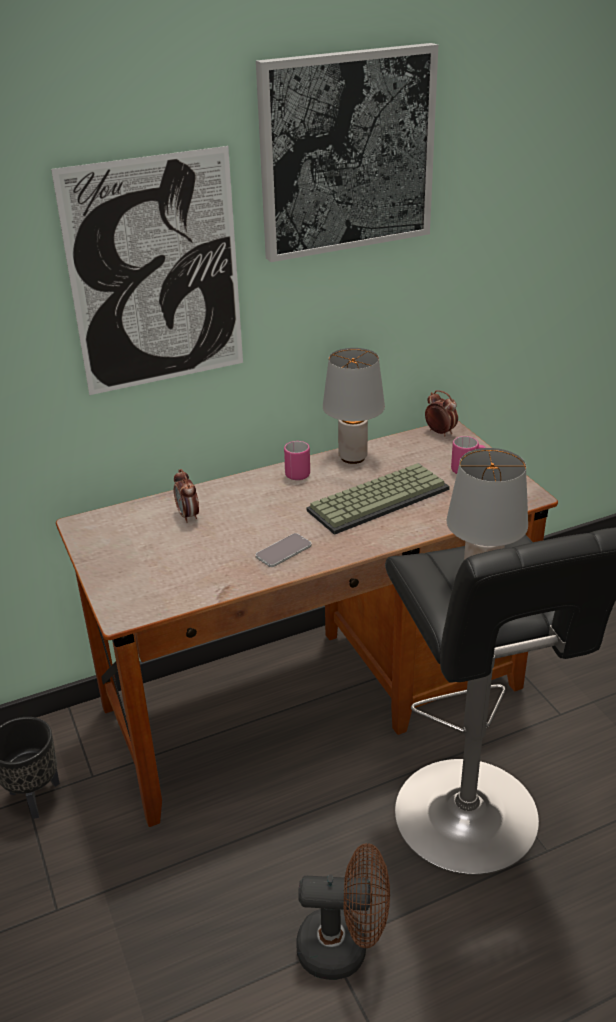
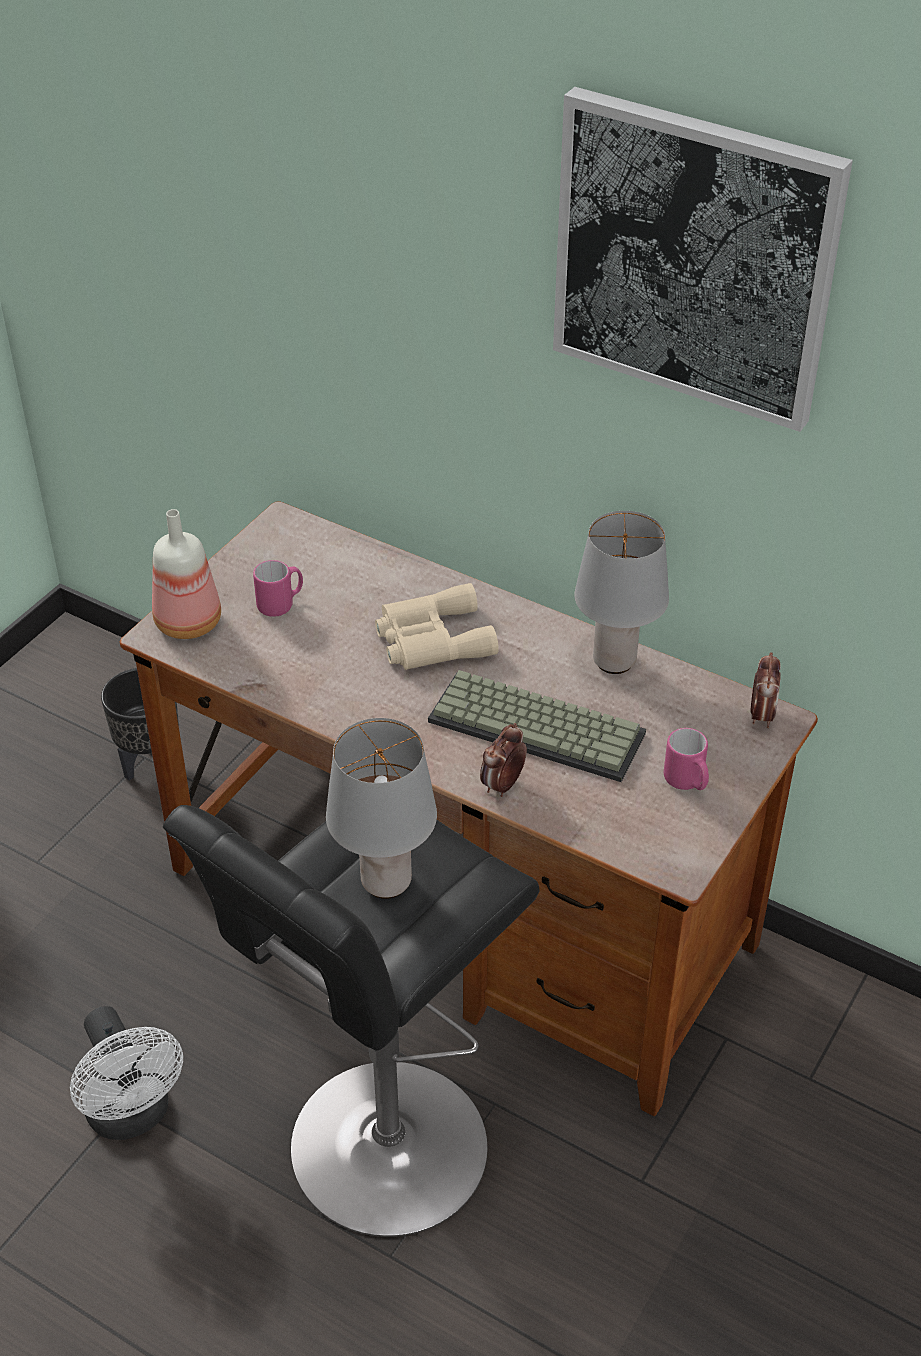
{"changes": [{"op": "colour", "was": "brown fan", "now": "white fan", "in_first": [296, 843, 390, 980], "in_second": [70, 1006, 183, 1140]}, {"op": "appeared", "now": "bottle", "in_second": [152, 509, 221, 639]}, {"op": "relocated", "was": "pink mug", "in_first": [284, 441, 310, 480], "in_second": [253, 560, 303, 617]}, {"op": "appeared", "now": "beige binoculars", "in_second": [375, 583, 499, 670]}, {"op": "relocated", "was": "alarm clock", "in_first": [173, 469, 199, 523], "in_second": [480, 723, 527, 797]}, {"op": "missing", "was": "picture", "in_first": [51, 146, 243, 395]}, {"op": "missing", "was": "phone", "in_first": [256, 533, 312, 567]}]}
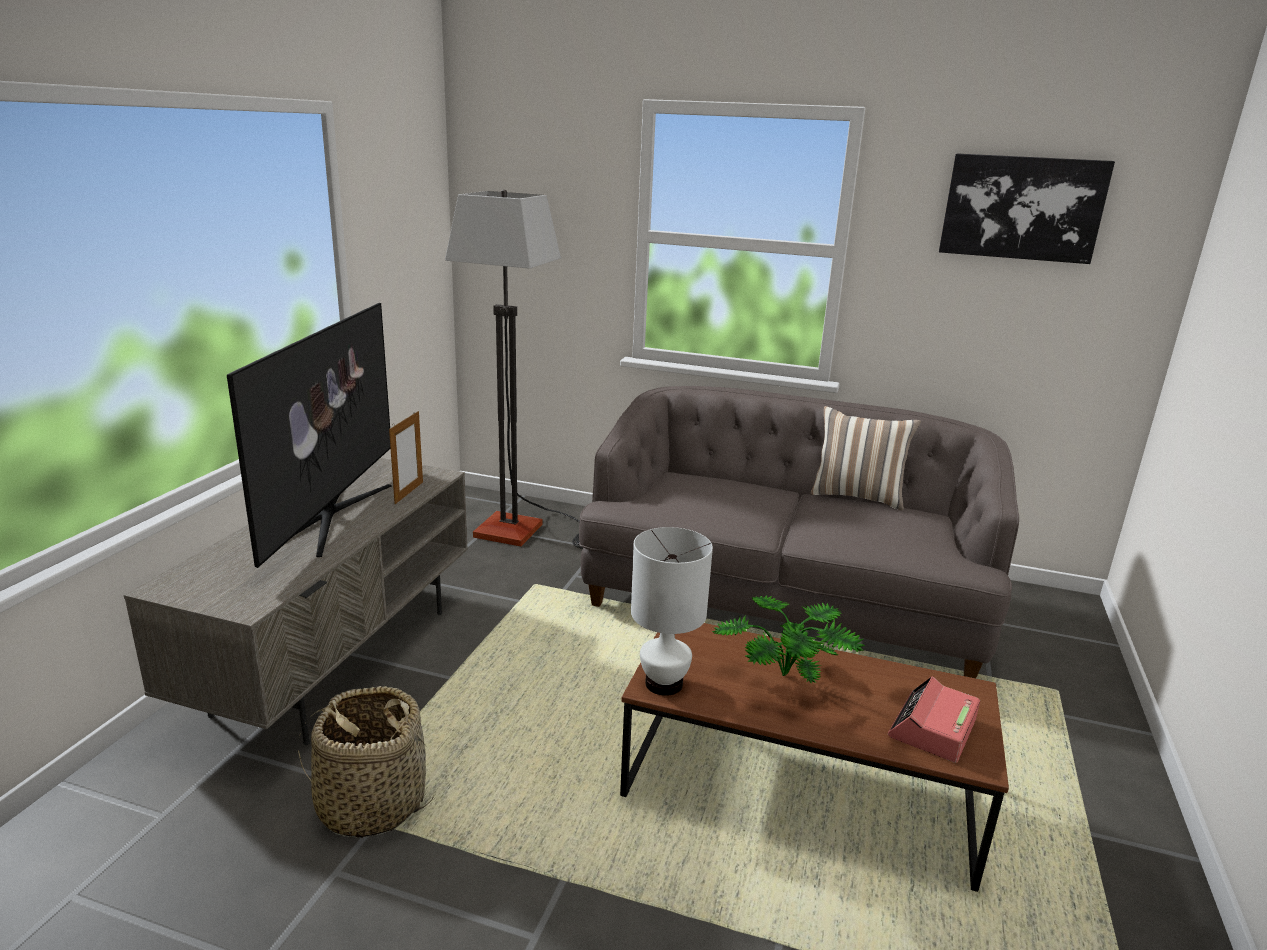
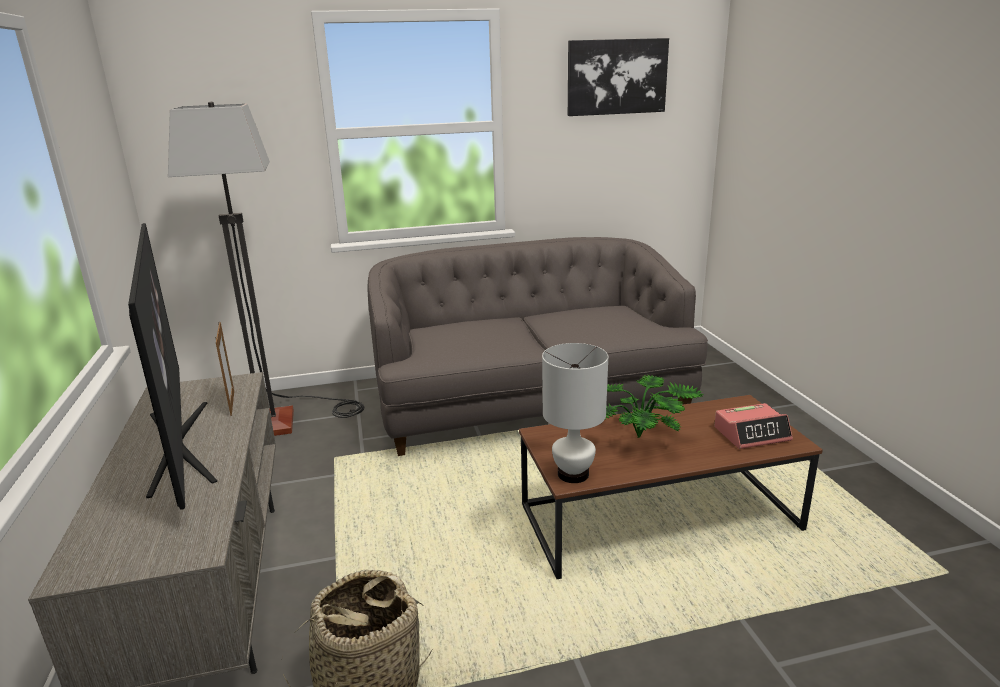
{"changes": [{"op": "spun", "was": "alarm clock", "in_first": [888, 676, 980, 763], "in_second": [714, 403, 793, 449], "clockwise": -105}, {"op": "missing", "was": "pillow", "in_first": [810, 406, 921, 510]}]}
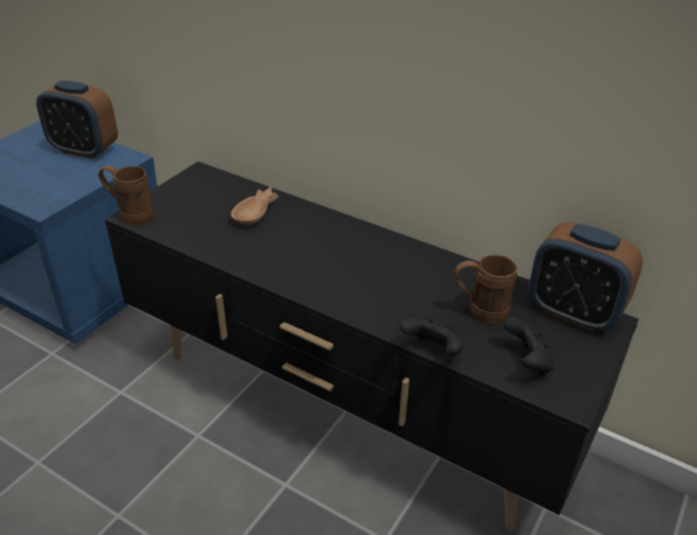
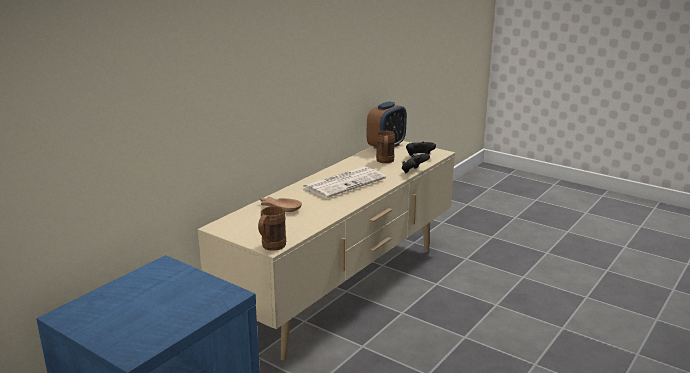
{"changes": [{"op": "colour", "was": "black tv stand", "now": "beige tv stand", "in_first": [105, 161, 639, 531], "in_second": [198, 141, 455, 361]}, {"op": "appeared", "now": "newspaper", "in_second": [302, 167, 386, 198]}, {"op": "missing", "was": "alarm clock", "in_first": [36, 80, 118, 159]}]}
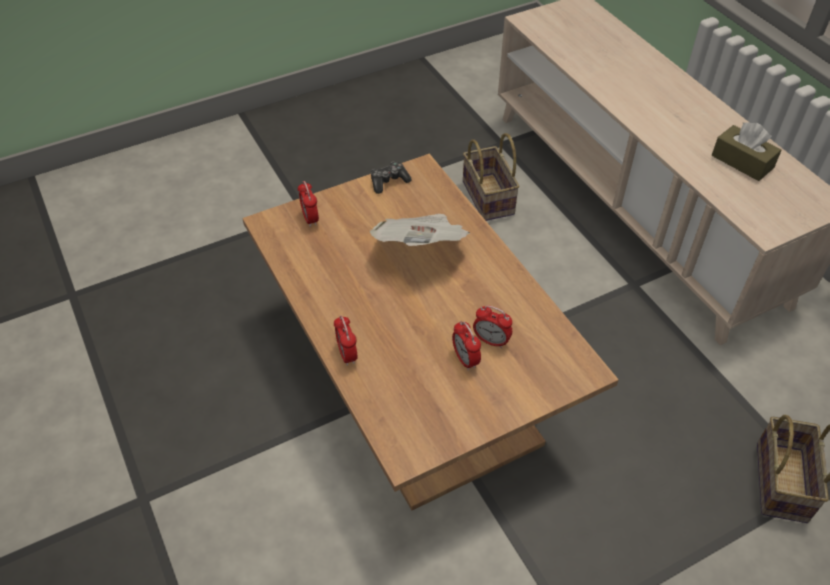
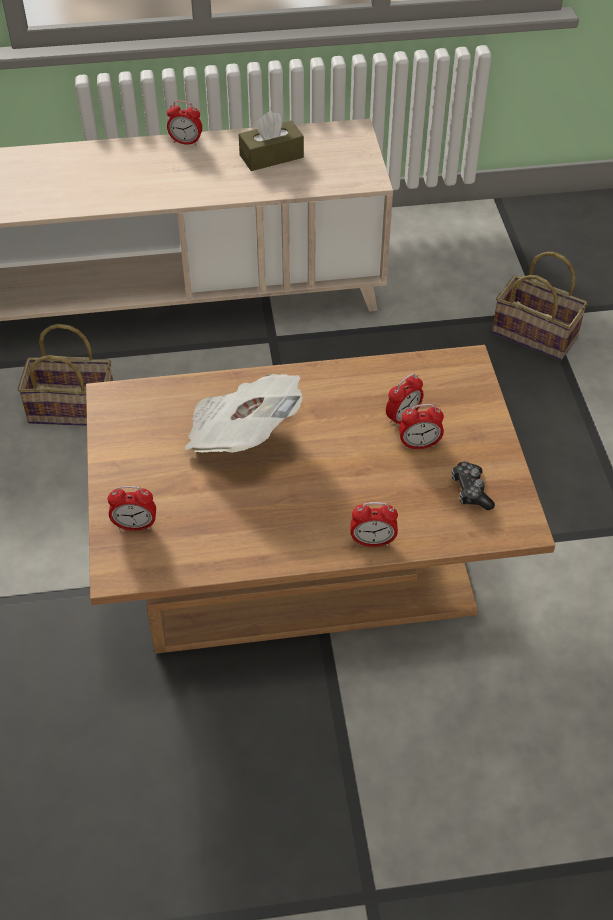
{"changes": [{"op": "appeared", "now": "alarm clock", "in_second": [167, 100, 202, 145]}, {"op": "relocated", "was": "game controller", "in_first": [371, 162, 411, 194], "in_second": [452, 462, 495, 510]}]}
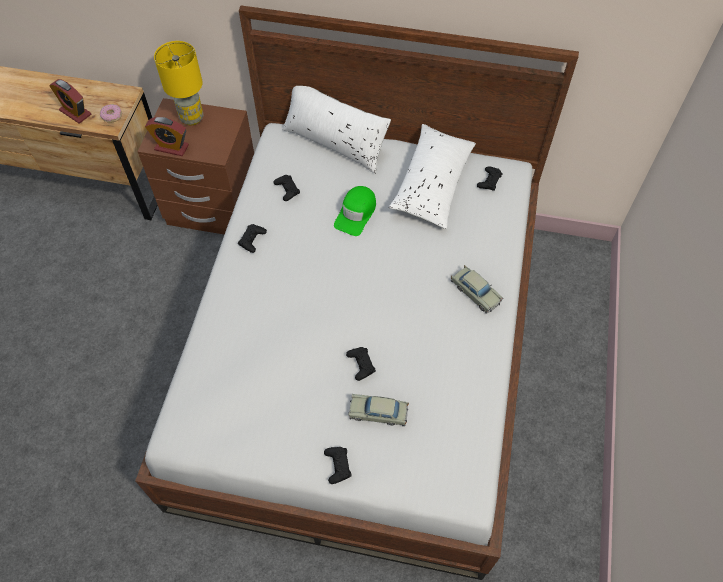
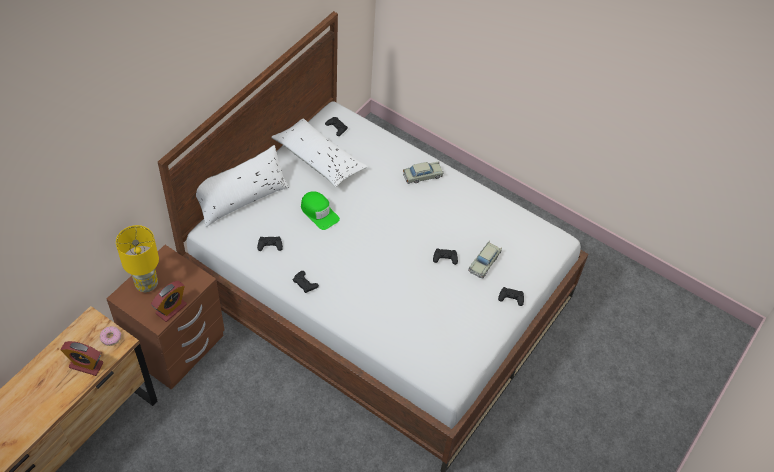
{"changes": [{"op": "spun", "was": "alarm clock", "in_first": [49, 79, 91, 124], "in_second": [61, 341, 103, 376], "clockwise": 45}]}
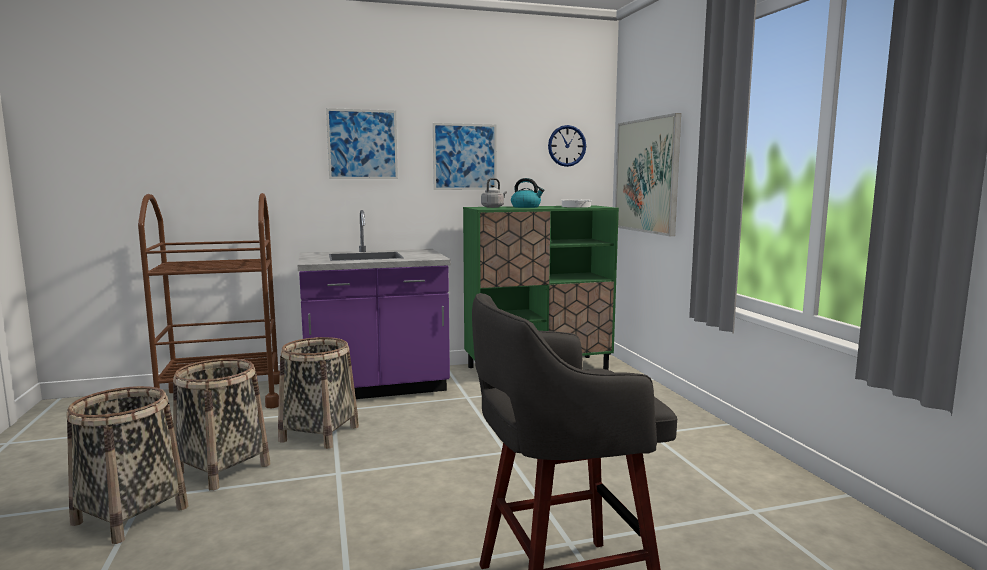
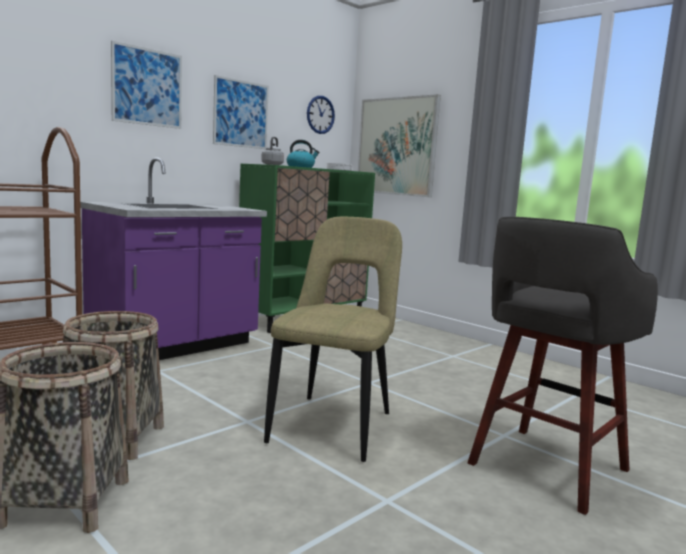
{"changes": [{"op": "appeared", "now": "beige chair", "in_second": [264, 217, 402, 462]}, {"op": "missing", "was": "basket", "in_first": [278, 337, 359, 449]}]}
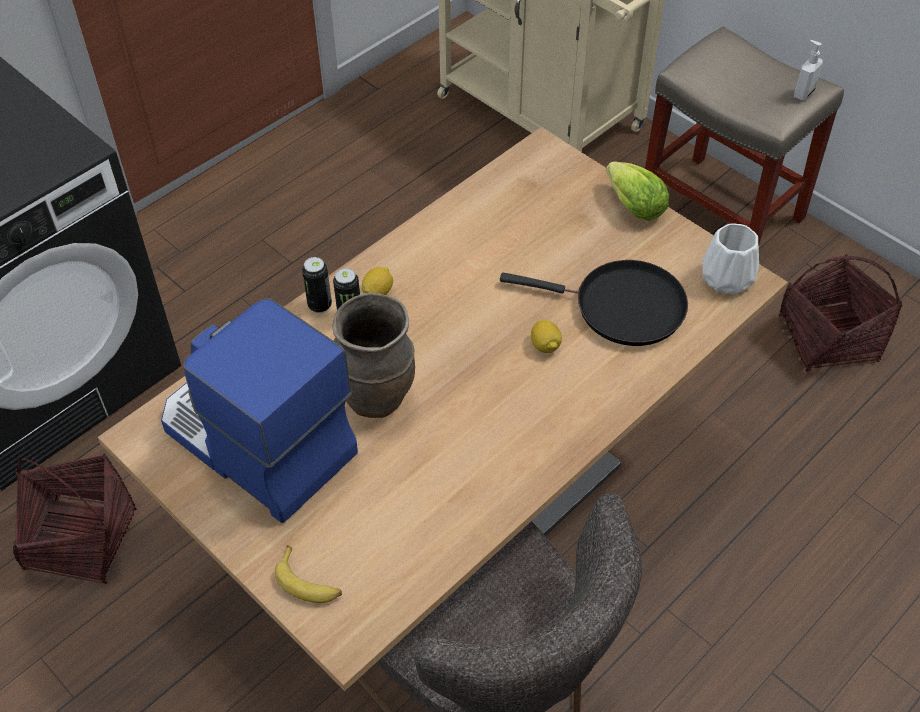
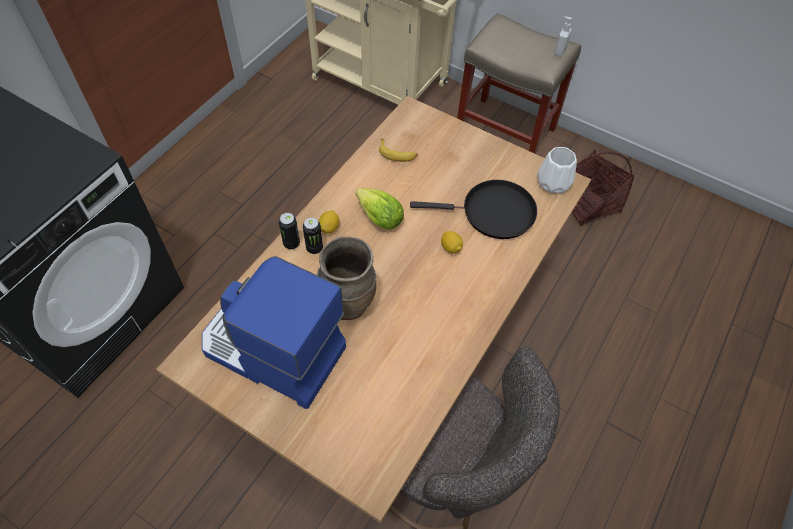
{"changes": [{"op": "relocated", "was": "lettuce", "in_first": [606, 161, 669, 221], "in_second": [355, 188, 404, 229]}, {"op": "relocated", "was": "banana", "in_first": [275, 545, 342, 603], "in_second": [379, 139, 418, 162]}, {"op": "missing", "was": "basket", "in_first": [13, 454, 137, 584]}]}
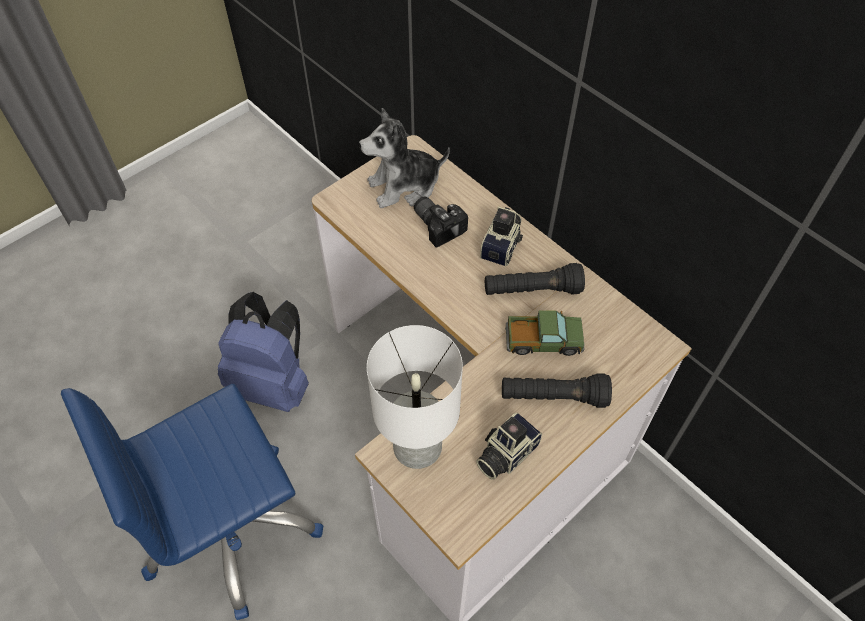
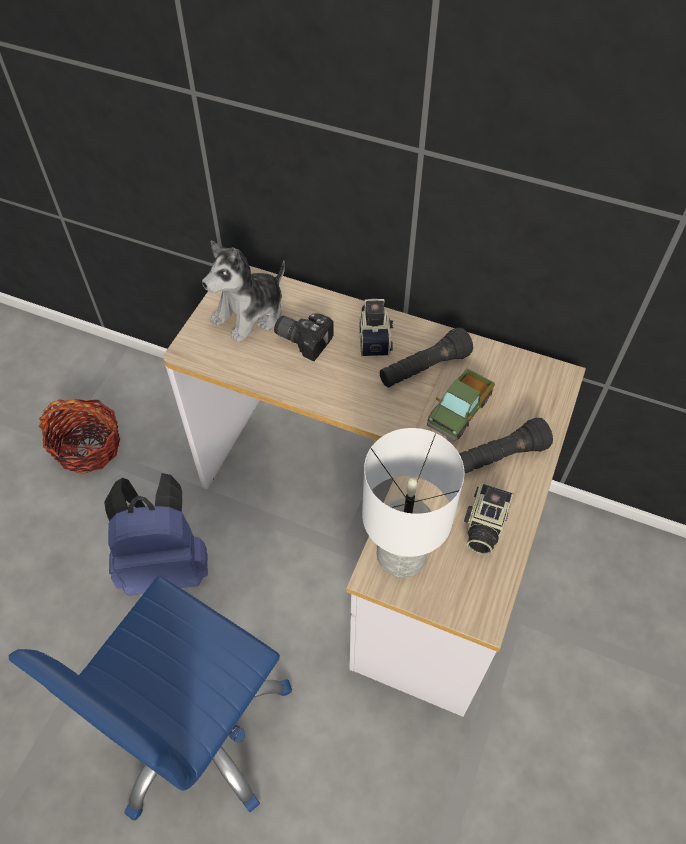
{"changes": [{"op": "appeared", "now": "basket", "in_second": [39, 399, 120, 474]}, {"op": "spun", "was": "toy truck", "in_first": [505, 310, 585, 356], "in_second": [427, 368, 495, 441], "clockwise": 150}]}
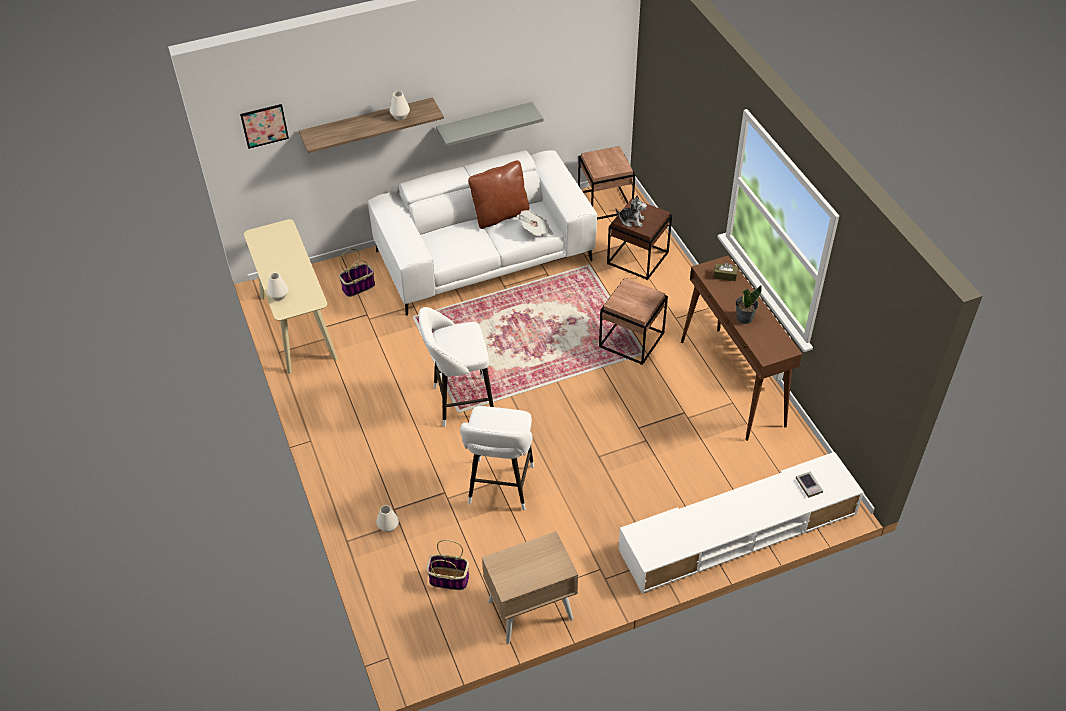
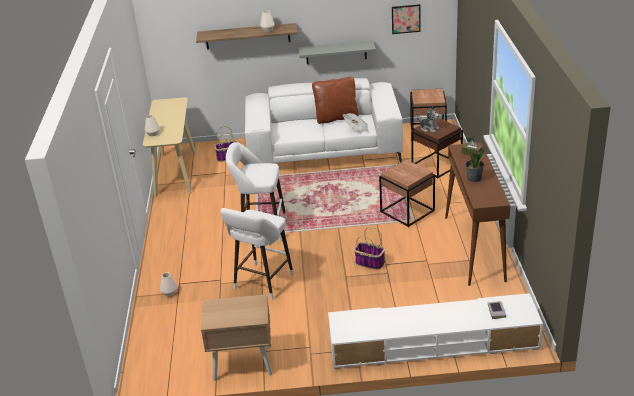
{"changes": [{"op": "relocated", "was": "basket", "in_first": [426, 540, 469, 590], "in_second": [354, 227, 385, 270]}, {"op": "relocated", "was": "picture", "in_first": [240, 104, 289, 149], "in_second": [392, 4, 420, 34]}]}
